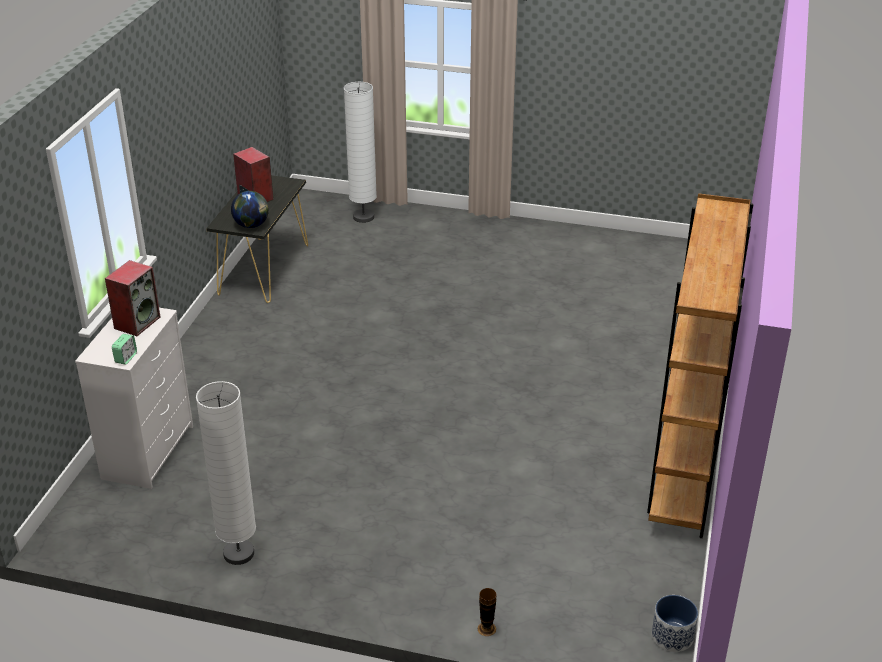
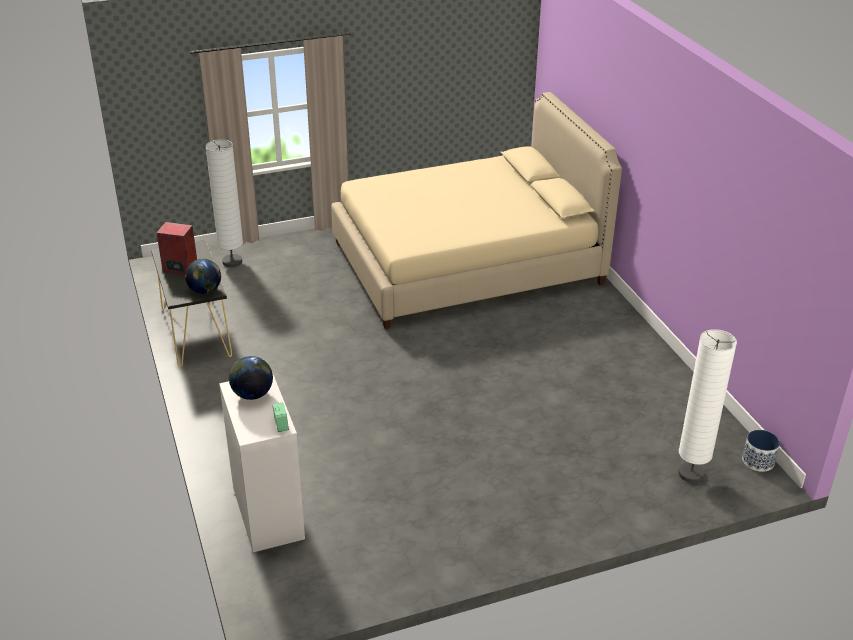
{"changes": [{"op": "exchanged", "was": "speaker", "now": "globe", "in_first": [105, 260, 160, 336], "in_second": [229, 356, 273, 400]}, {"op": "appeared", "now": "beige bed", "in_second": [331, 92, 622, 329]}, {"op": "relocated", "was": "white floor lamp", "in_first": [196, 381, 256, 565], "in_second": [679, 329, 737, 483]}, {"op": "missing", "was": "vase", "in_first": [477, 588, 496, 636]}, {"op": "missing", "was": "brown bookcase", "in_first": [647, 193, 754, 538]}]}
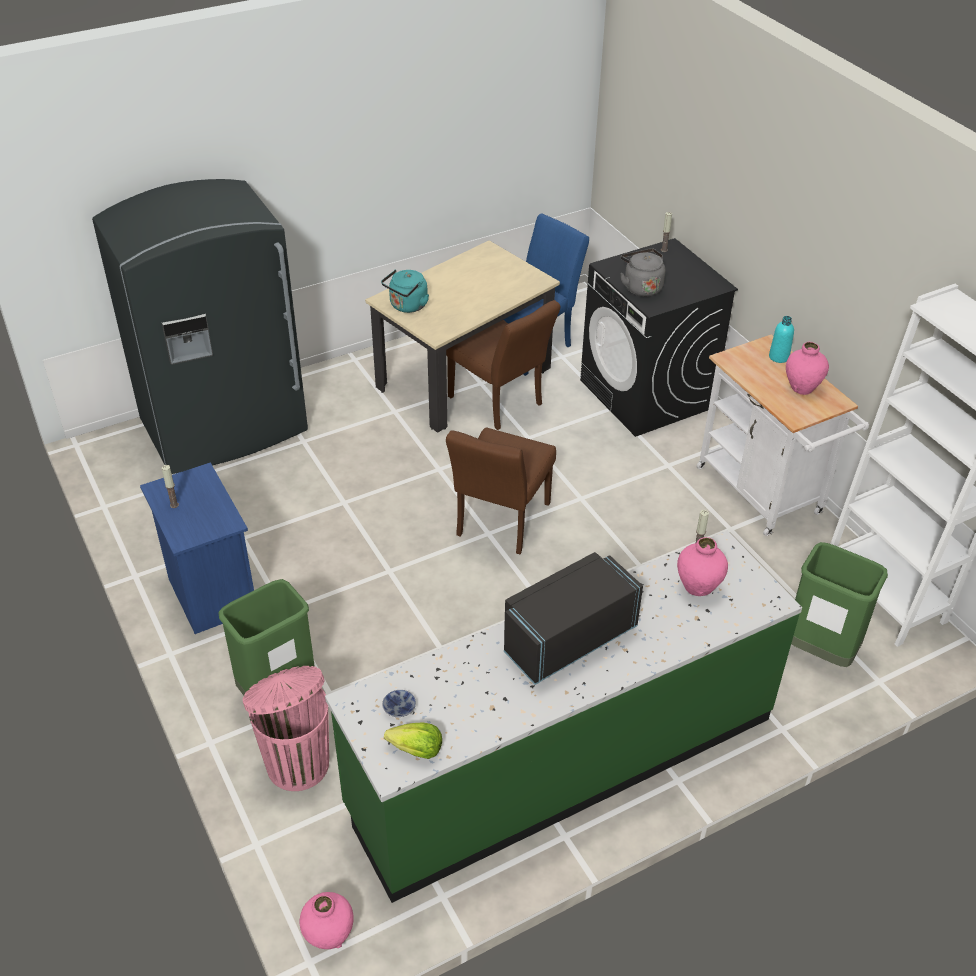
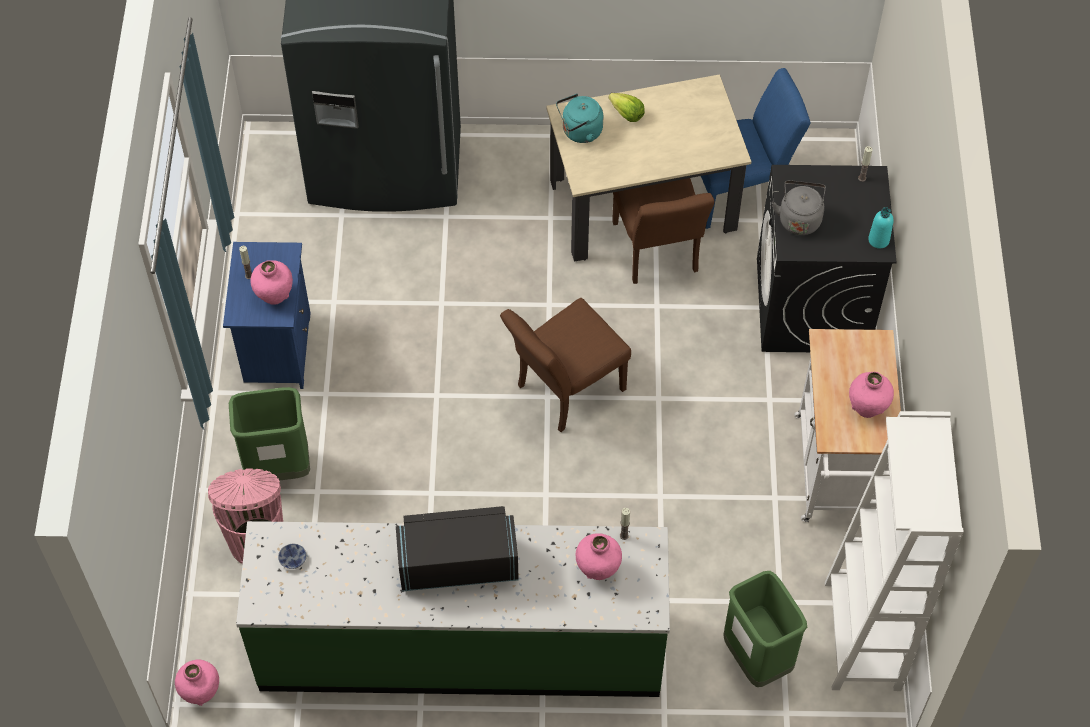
{"changes": [{"op": "appeared", "now": "pink vase", "in_second": [250, 260, 293, 305]}, {"op": "relocated", "was": "lettuce", "in_first": [384, 722, 442, 759], "in_second": [608, 93, 645, 122]}, {"op": "relocated", "was": "turquoise bottle", "in_first": [769, 316, 794, 363], "in_second": [868, 207, 894, 249]}]}
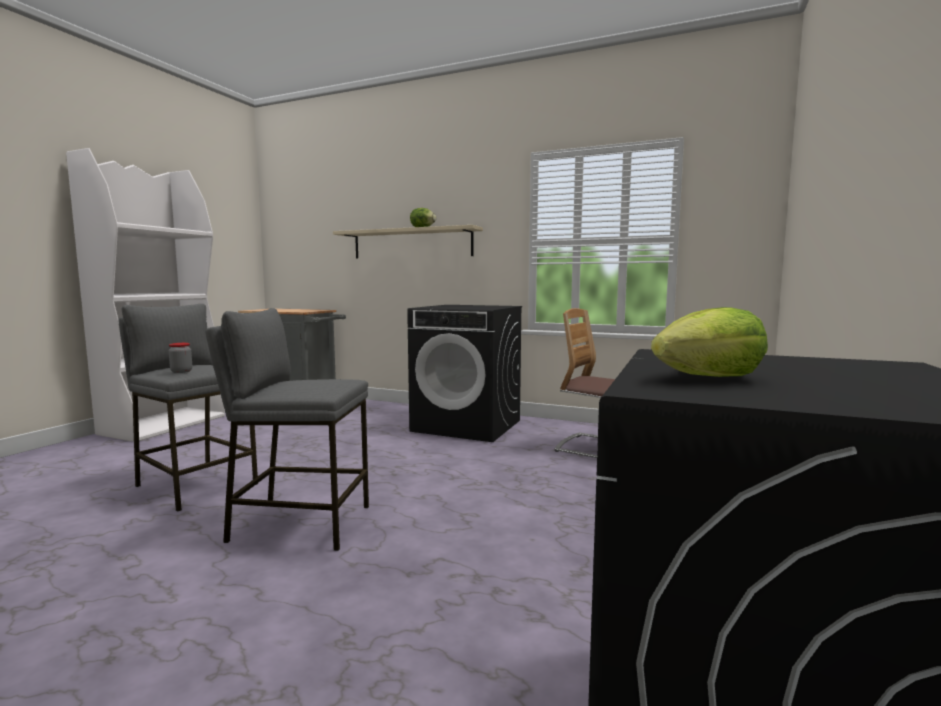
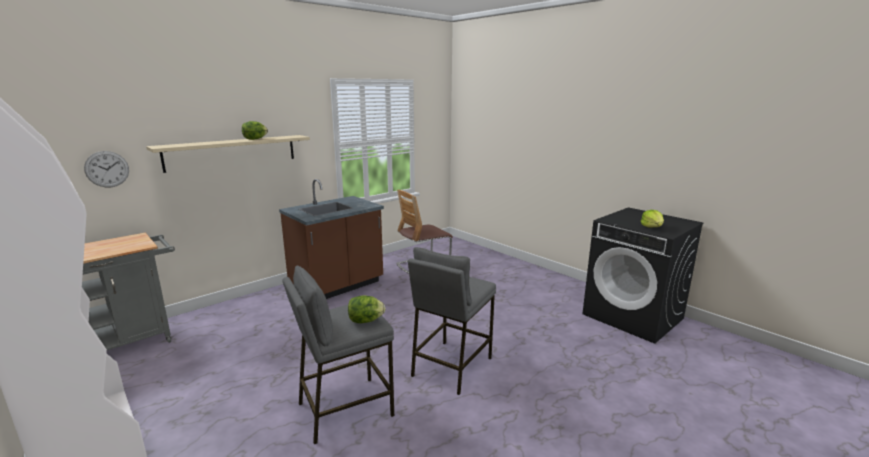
{"changes": [{"op": "appeared", "now": "wall clock", "in_second": [84, 151, 129, 187]}, {"op": "exchanged", "was": "black washing machine", "now": "brown counter", "in_first": [407, 305, 522, 442], "in_second": [279, 179, 384, 299]}, {"op": "exchanged", "was": "jar", "now": "lettuce", "in_first": [169, 343, 192, 373], "in_second": [348, 295, 385, 323]}]}
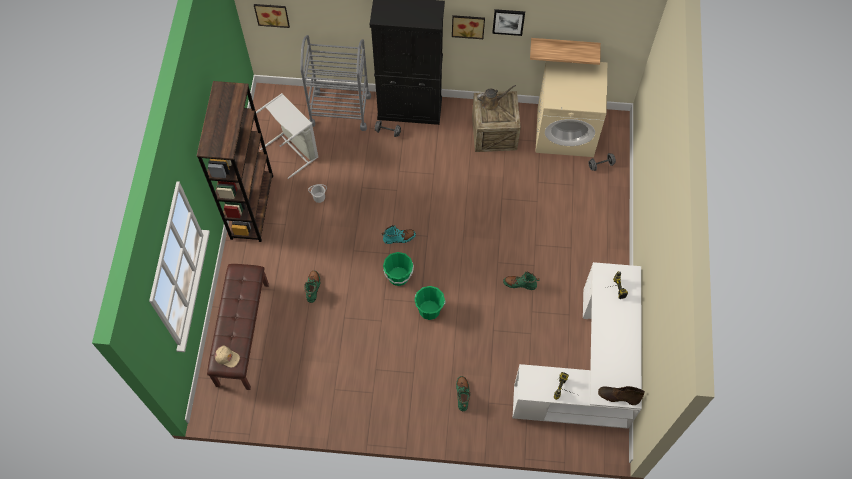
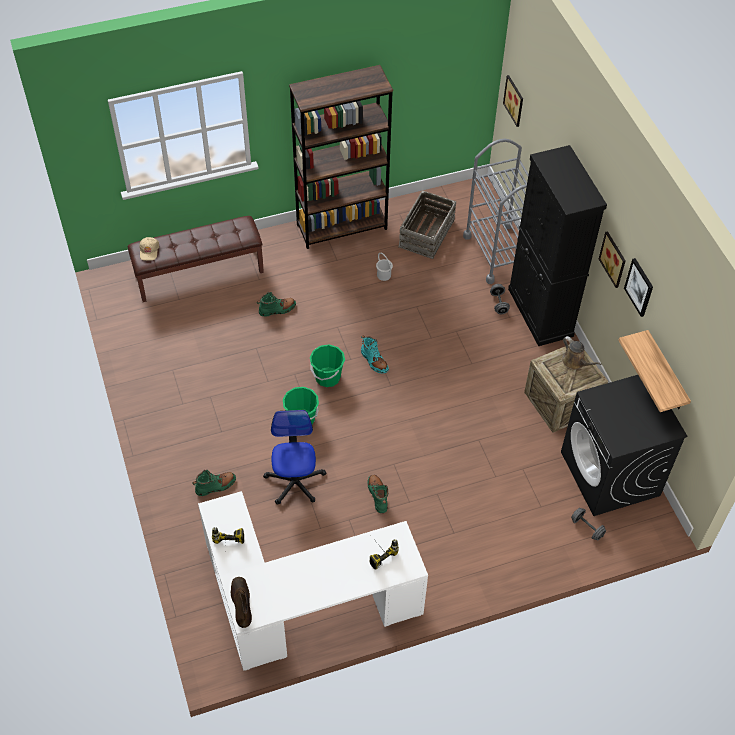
{"changes": [{"op": "appeared", "now": "office chair", "in_second": [263, 410, 327, 505]}, {"op": "exchanged", "was": "grey laundry basket", "now": "crate", "in_first": [256, 93, 318, 179], "in_second": [398, 190, 456, 259]}, {"op": "colour", "was": "beige washing machine", "now": "black washing machine", "in_first": [535, 61, 607, 157], "in_second": [561, 375, 688, 516]}]}
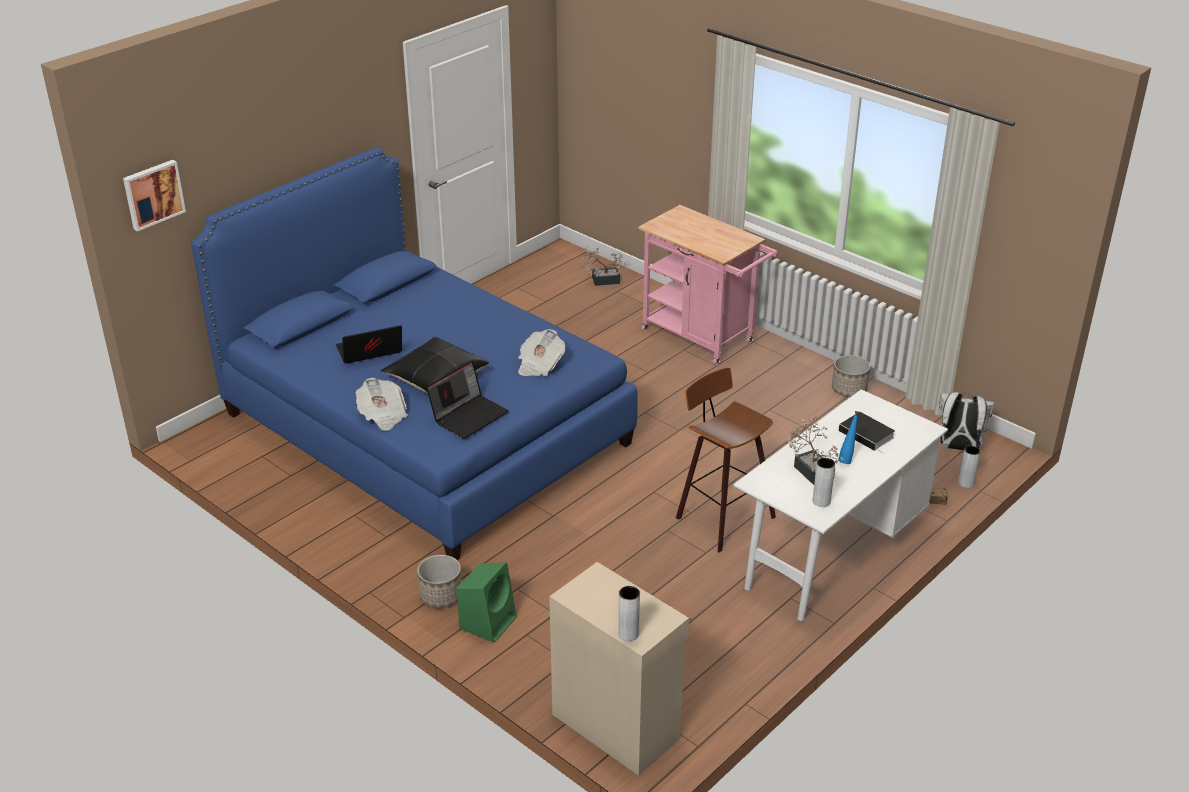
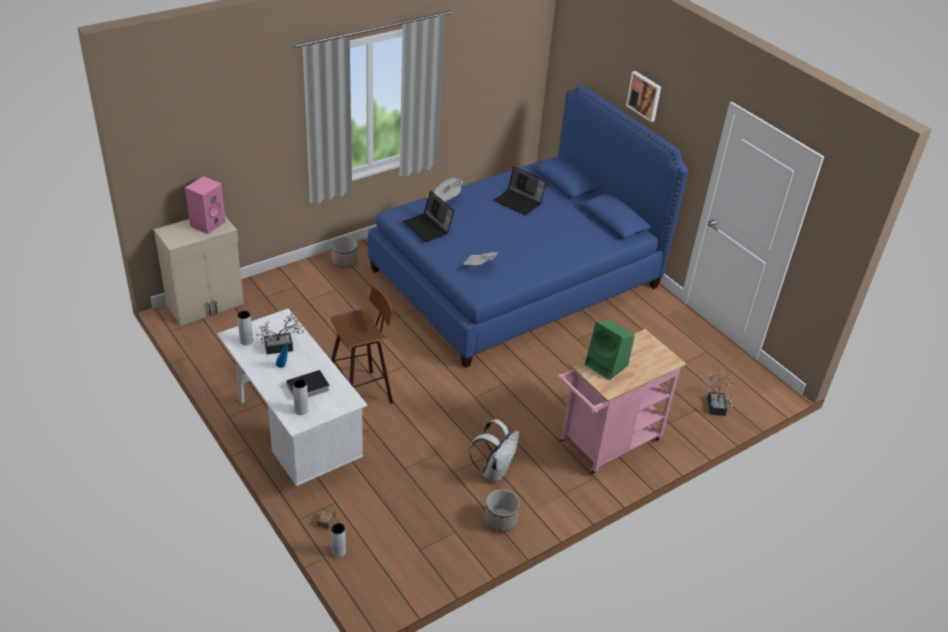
{"changes": [{"op": "appeared", "now": "pink speaker", "in_second": [185, 176, 226, 234]}, {"op": "relocated", "was": "grey vase", "in_first": [618, 586, 640, 641], "in_second": [293, 379, 308, 415]}, {"op": "relocated", "was": "white backpack", "in_first": [939, 392, 995, 451], "in_second": [469, 419, 519, 482]}, {"op": "spun", "was": "laptop", "in_first": [336, 325, 402, 364], "in_second": [494, 167, 547, 215], "clockwise": 135}, {"op": "relocated", "was": "green speaker", "in_first": [457, 563, 517, 643], "in_second": [585, 320, 635, 380]}, {"op": "relocated", "was": "picture", "in_first": [123, 160, 186, 231], "in_second": [626, 71, 661, 122]}, {"op": "missing", "was": "black pillow", "in_first": [381, 337, 489, 394]}]}
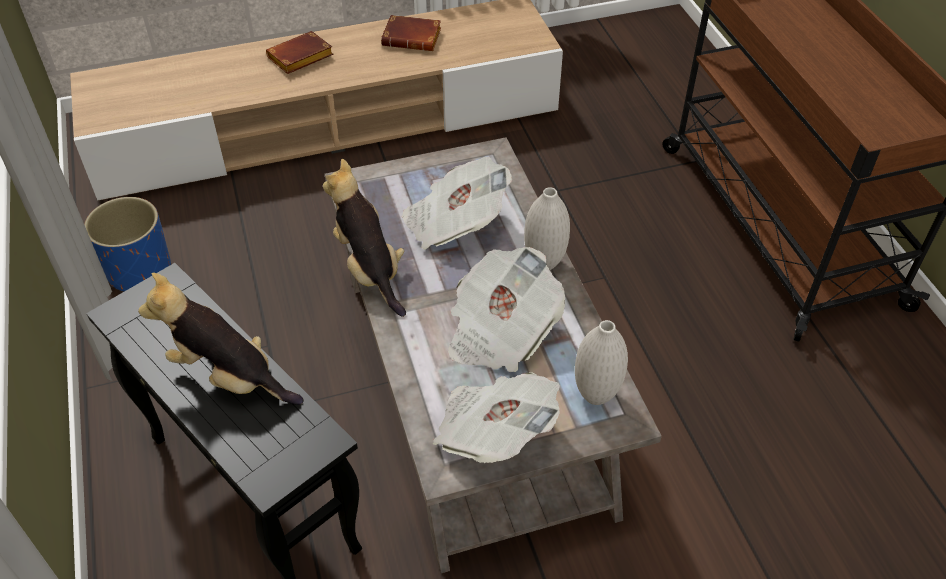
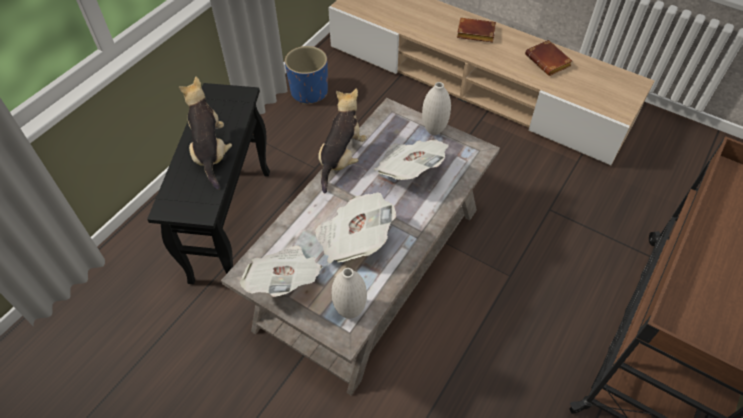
{"changes": [{"op": "relocated", "was": "white vase", "in_first": [524, 187, 570, 270], "in_second": [422, 82, 451, 135]}]}
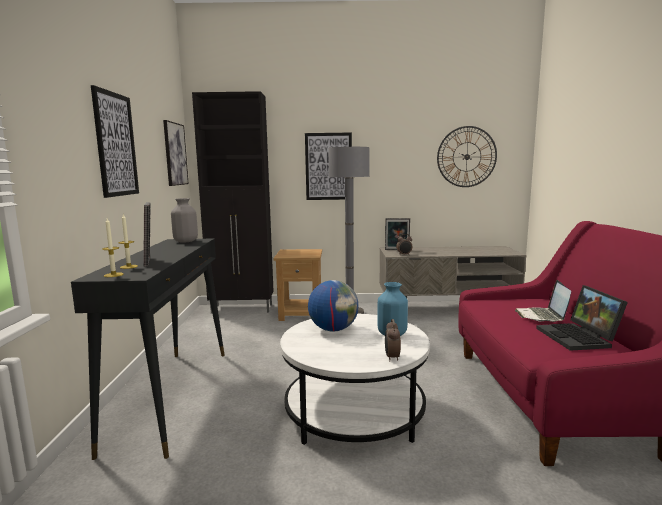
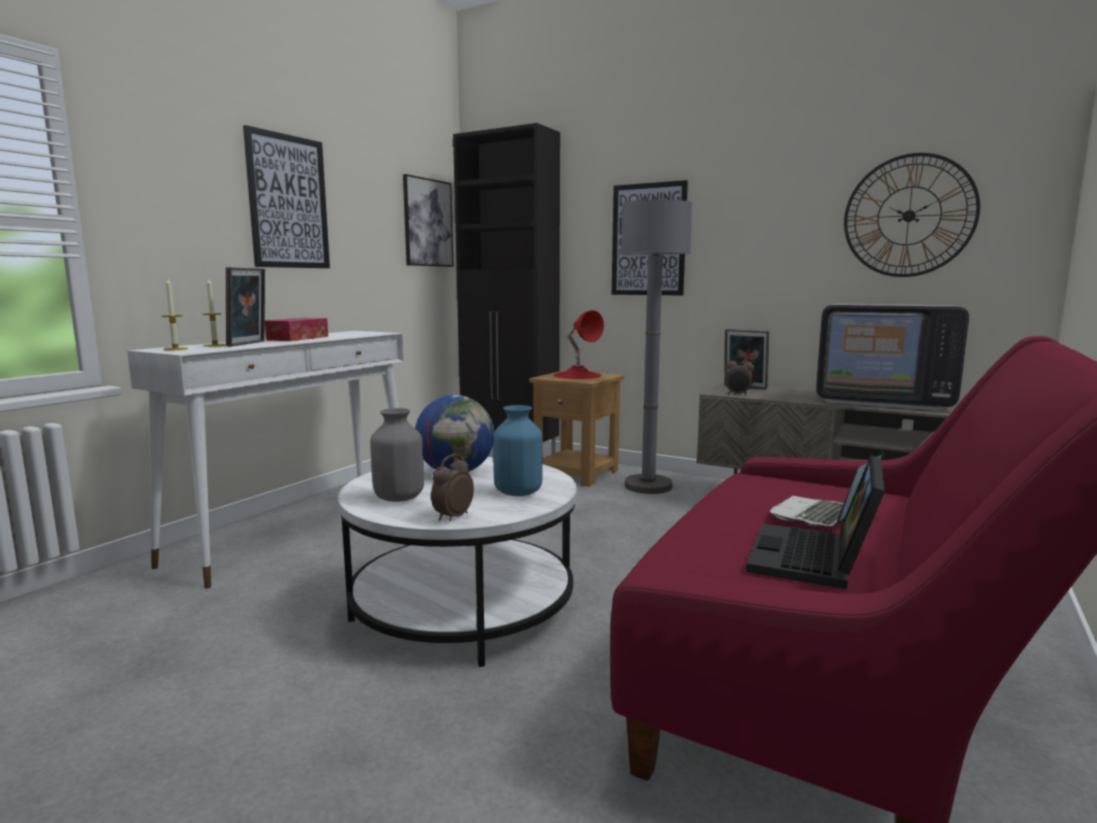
{"changes": [{"op": "colour", "was": "black console table", "now": "white console table", "in_first": [71, 239, 225, 460], "in_second": [127, 331, 404, 589]}, {"op": "appeared", "now": "tissue box", "in_second": [265, 318, 328, 341]}, {"op": "relocated", "was": "grey vase", "in_first": [171, 198, 198, 242], "in_second": [370, 408, 424, 502]}, {"op": "appeared", "now": "red table lamp", "in_second": [554, 310, 604, 379]}, {"op": "appeared", "now": "television", "in_second": [816, 304, 969, 411]}]}
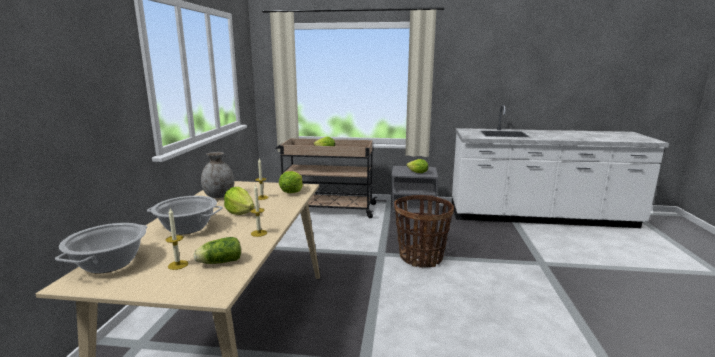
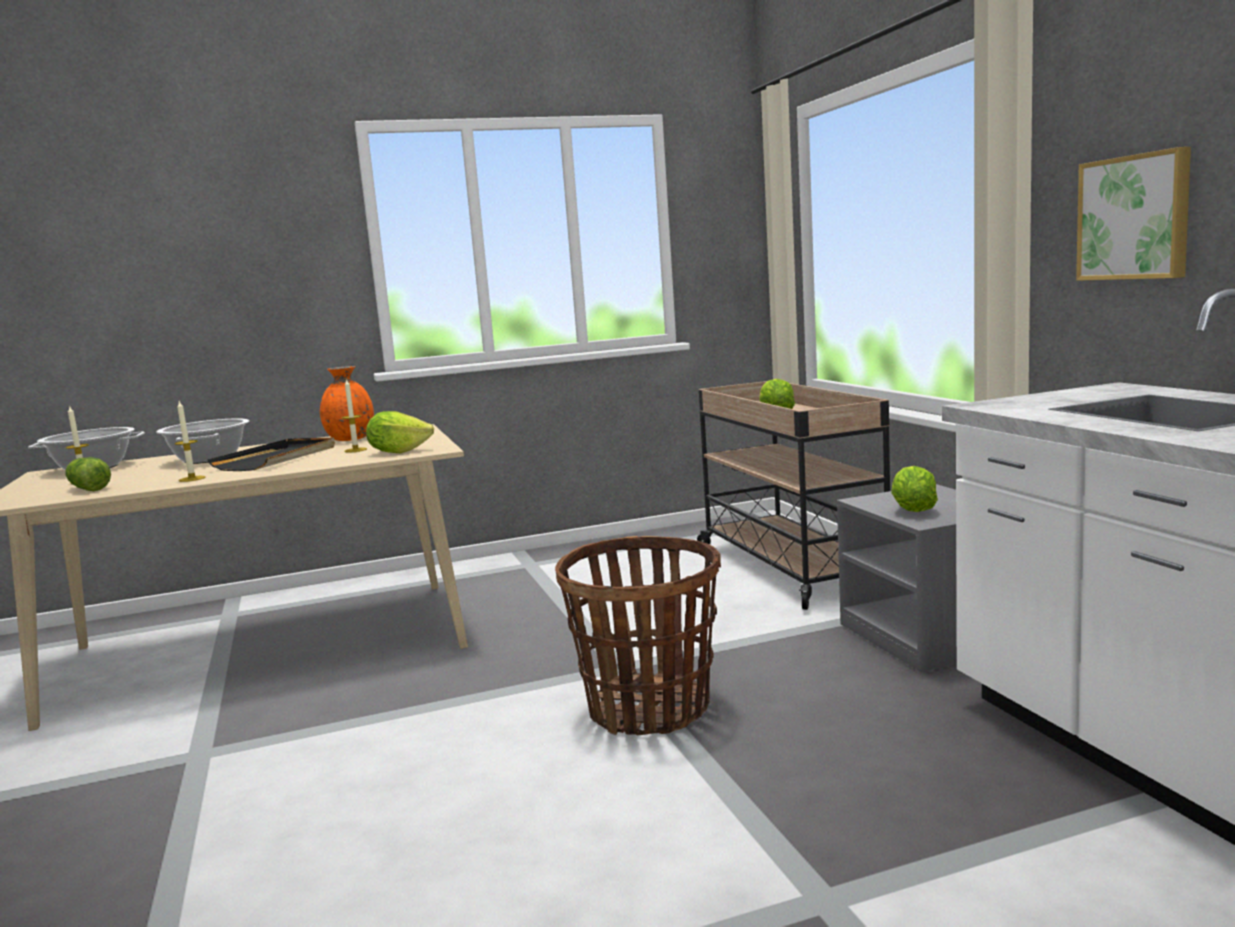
{"changes": [{"op": "exchanged", "was": "lettuce", "now": "black tray", "in_first": [224, 187, 254, 215], "in_second": [208, 438, 335, 471]}, {"op": "colour", "was": "grey vase", "now": "orange vase", "in_first": [201, 152, 234, 198], "in_second": [320, 366, 374, 441]}, {"op": "appeared", "now": "picture", "in_second": [1076, 147, 1191, 281]}]}
